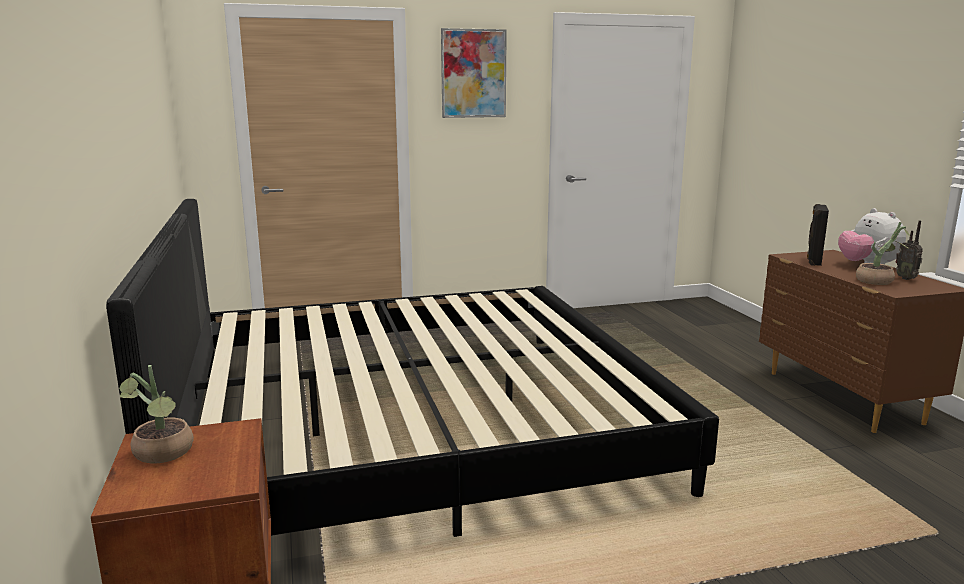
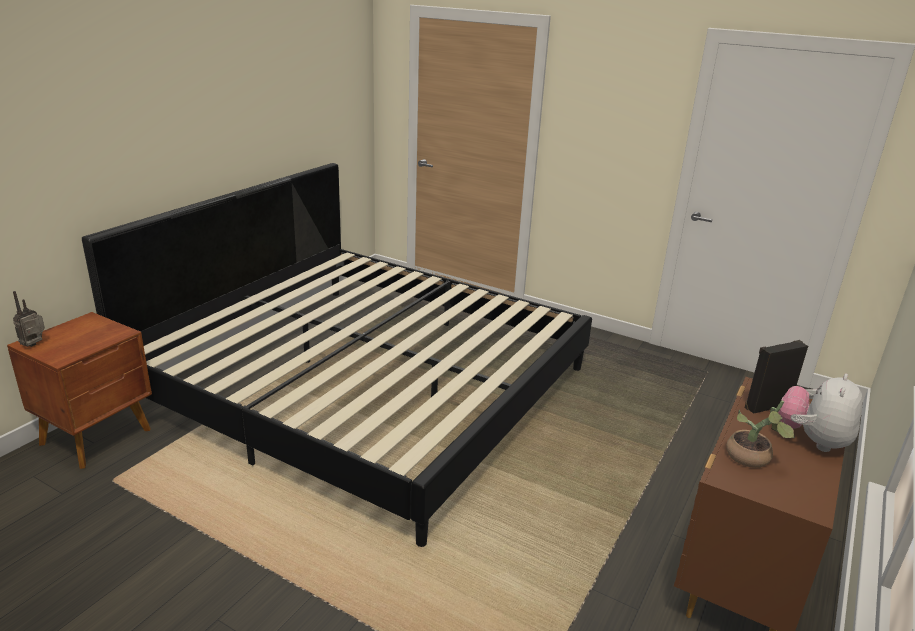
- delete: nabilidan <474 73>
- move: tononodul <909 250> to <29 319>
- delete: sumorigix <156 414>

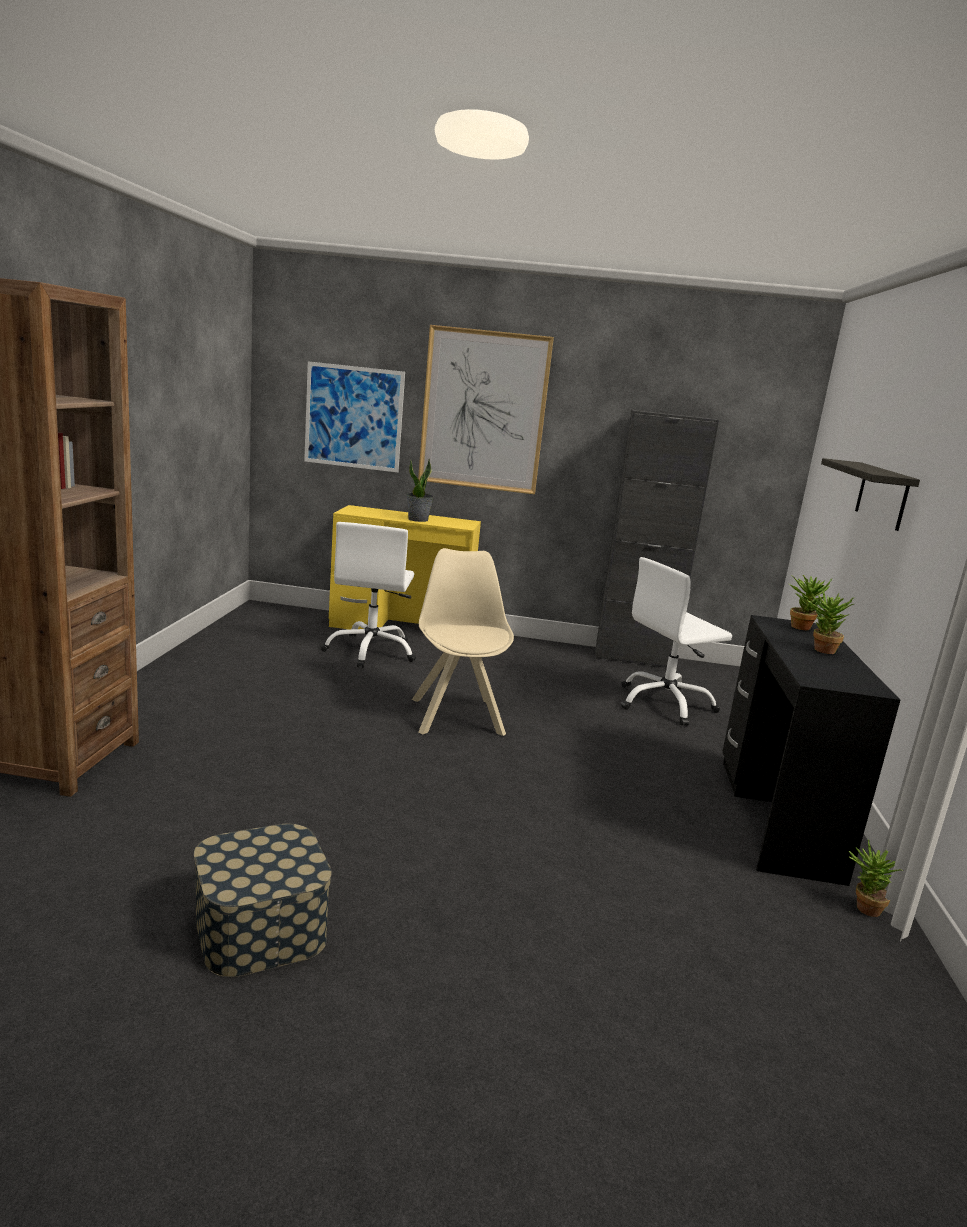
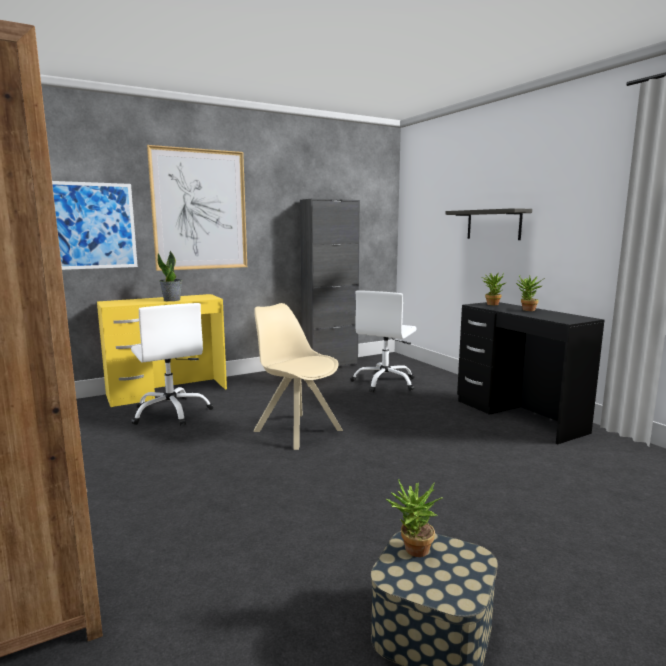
- move: sumorigix <876 878> to <414 518>

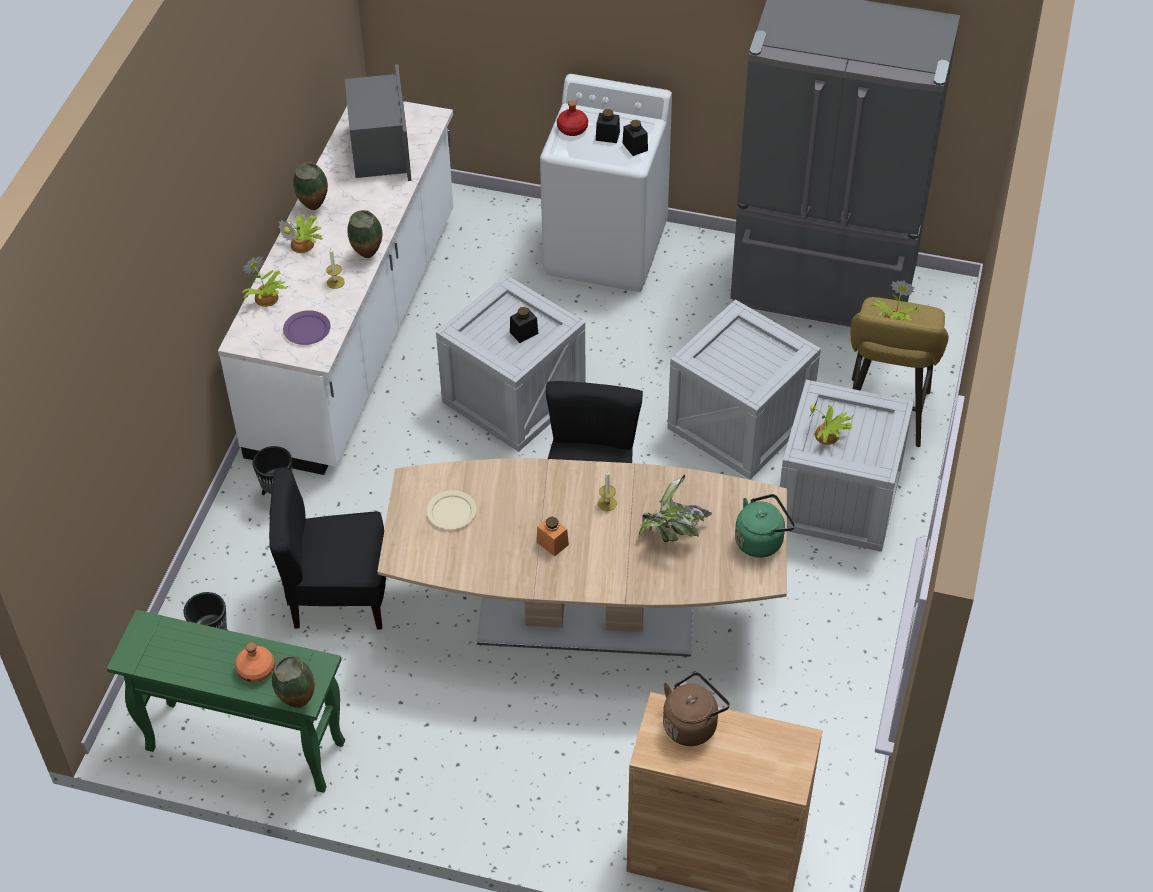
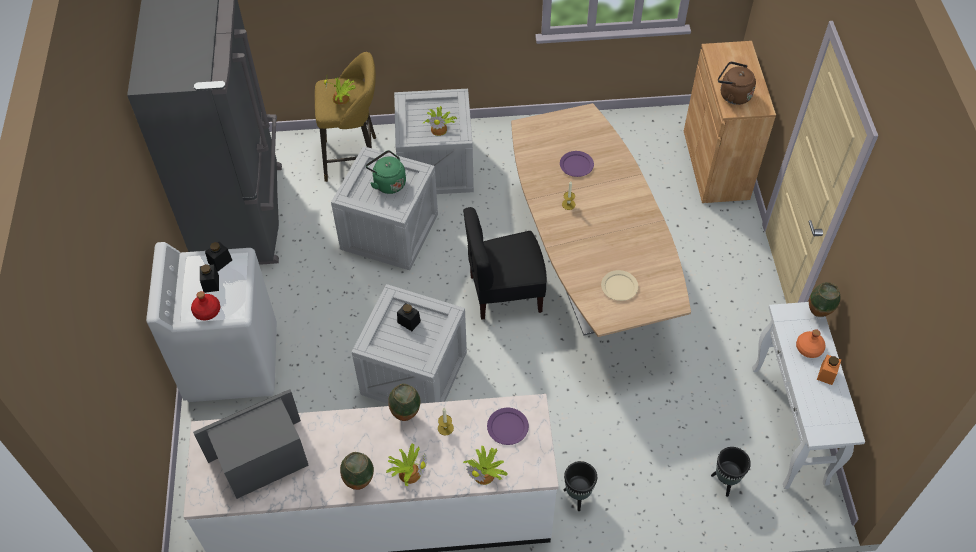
- delete: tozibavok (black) <327 548>
- replace: sumorigix <675 508> to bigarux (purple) <577 164>
- move: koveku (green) <765 526> to <386 172>
- move: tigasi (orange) <553 536> to <829 370>
- recolor: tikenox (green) <226 701> to tikenox (white) <808 395>

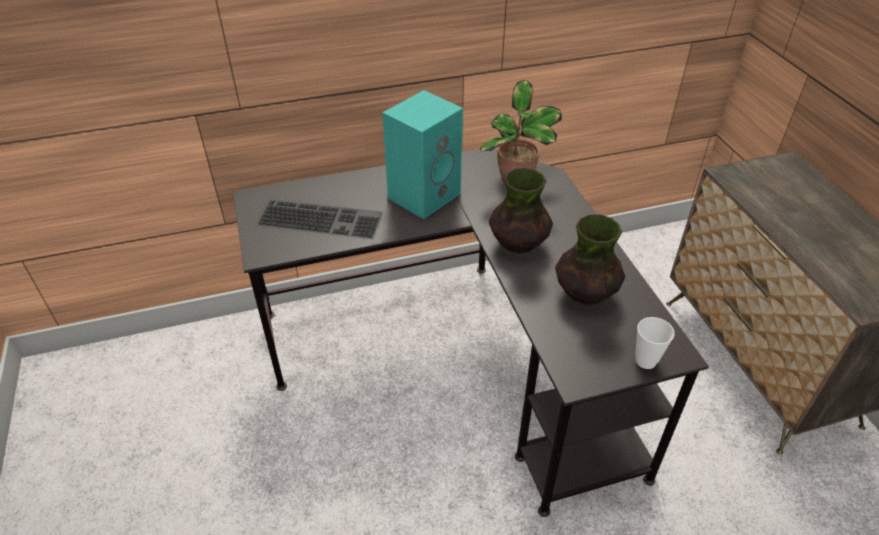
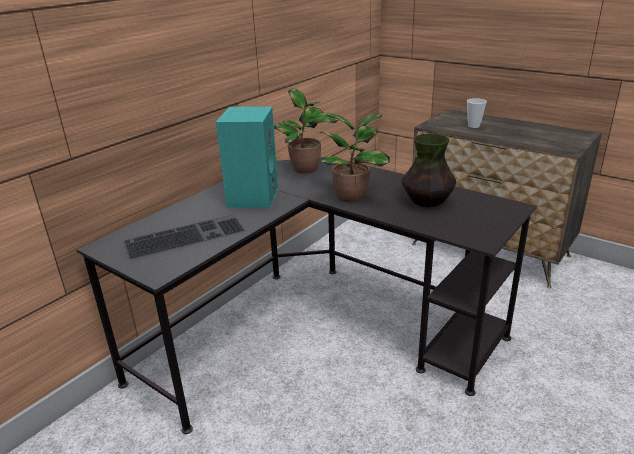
- replace: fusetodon <521 210> to sumorigix <354 158>
- move: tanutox <655 343> to <477 113>

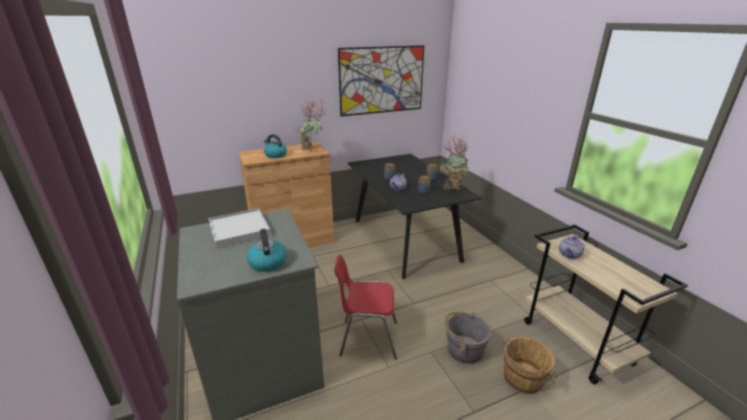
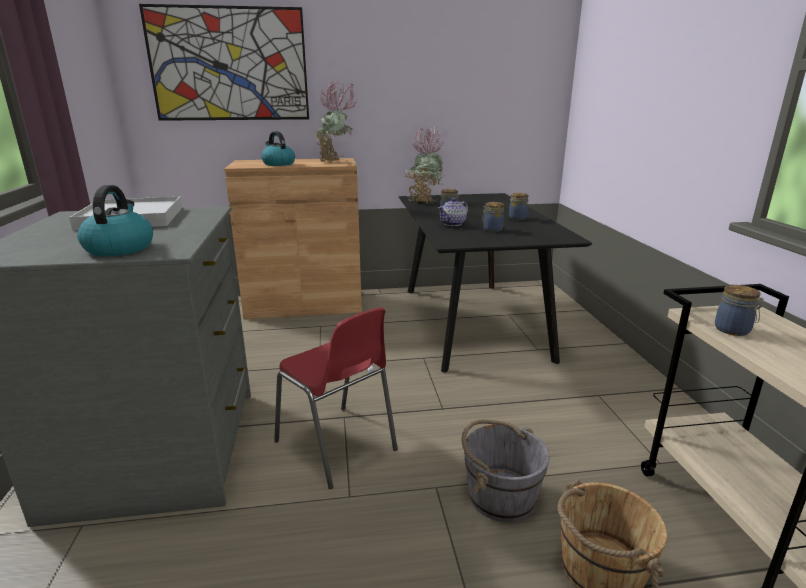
- move: nabilidan <381 81> to <224 62>
- move: sumorigix <454 163> to <425 165>
- replace: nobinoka <571 247> to tigasi <739 310>
- rotate: tozibavok (red) <365 307> = <336 398> 150 degrees counterclockwise

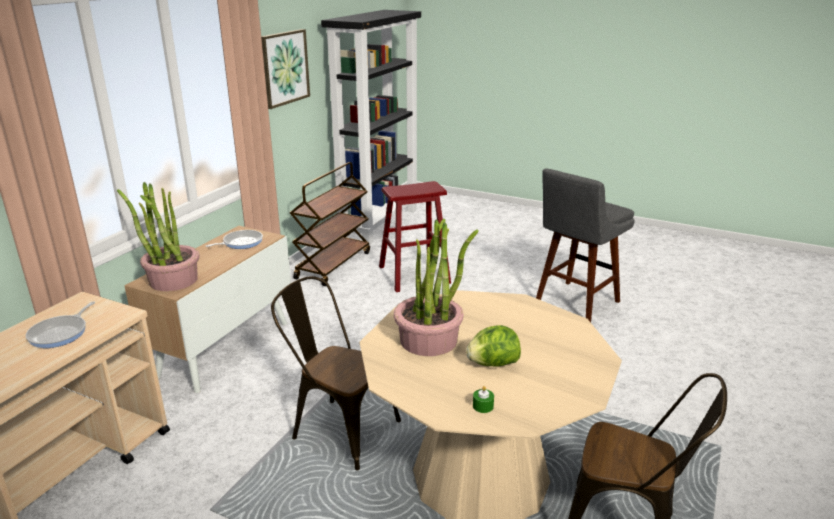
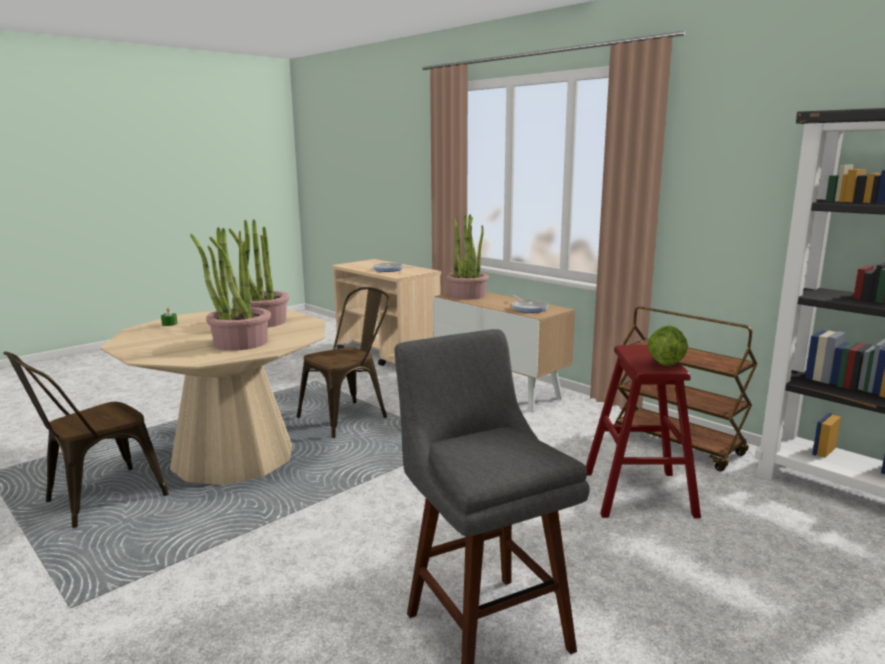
- delete: nabilidan <285 69>
- move: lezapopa <493 346> to <667 346>
- insert: sumorigix <230 289>

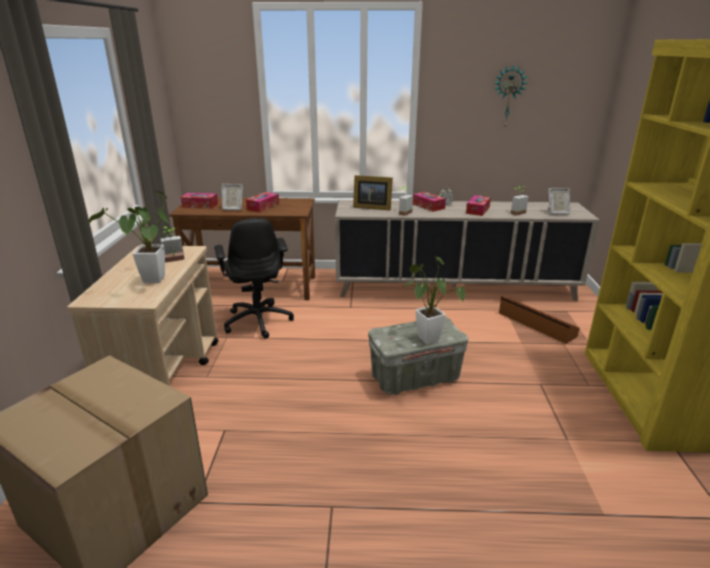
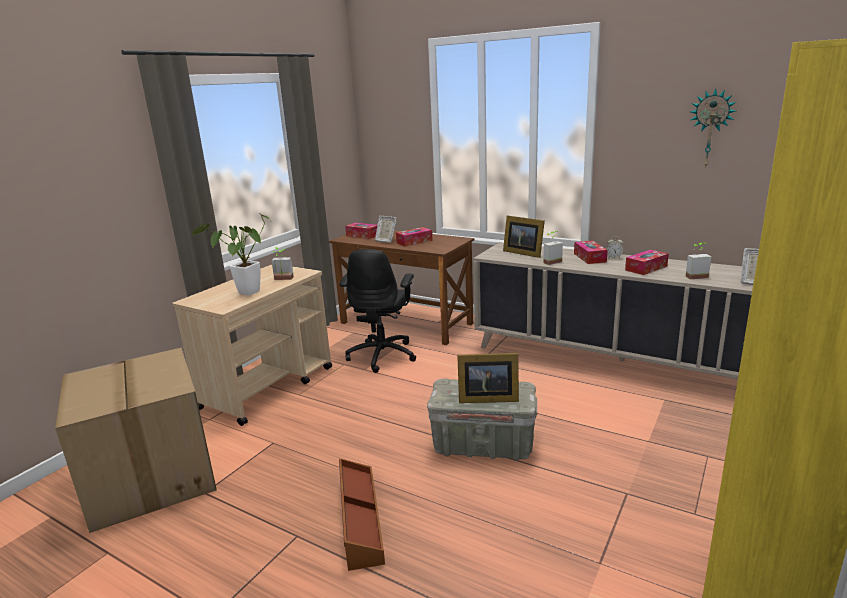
- replace: sumorigix <434 299> to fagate <488 378>
- move: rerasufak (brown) <539 320> to <362 514>

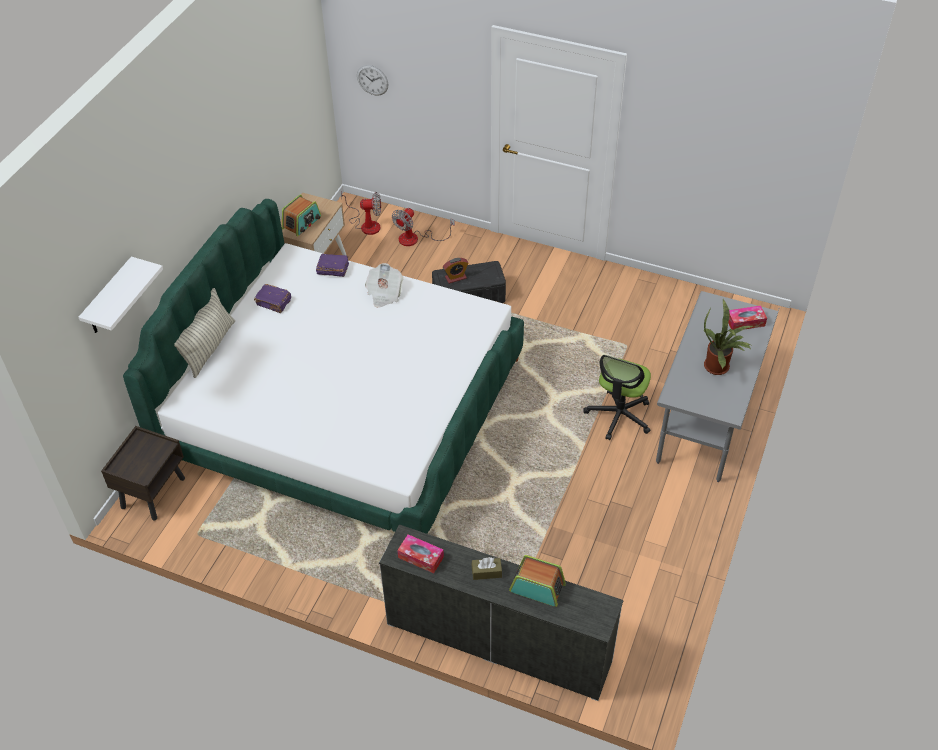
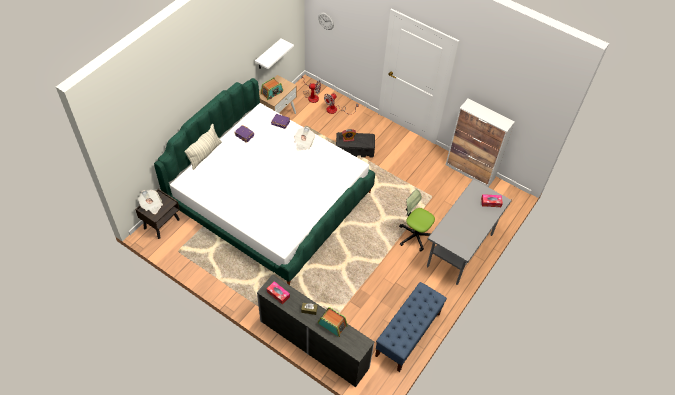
- move: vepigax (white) <121 295> to <274 53>
- delete: sumorigix <728 337>
- rotate: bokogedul <617 397> = <417 220> 90 degrees clockwise
- insert: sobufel <480 143>
- insert: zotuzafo <150 202>
- insert: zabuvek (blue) <411 327>

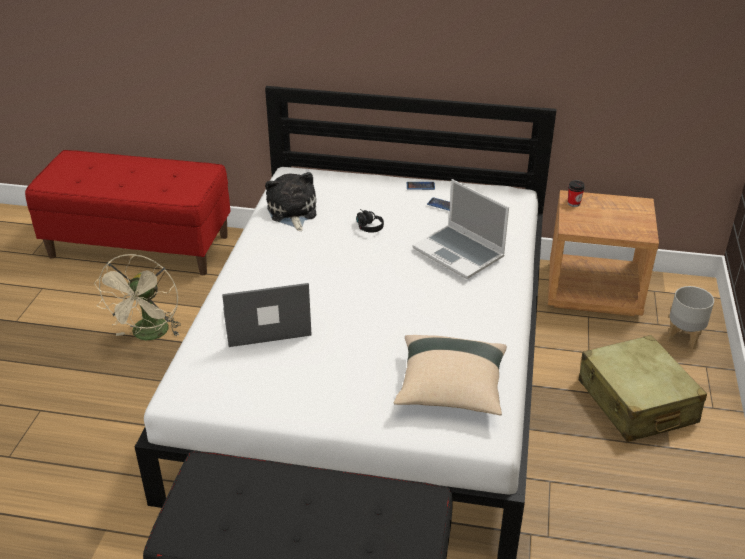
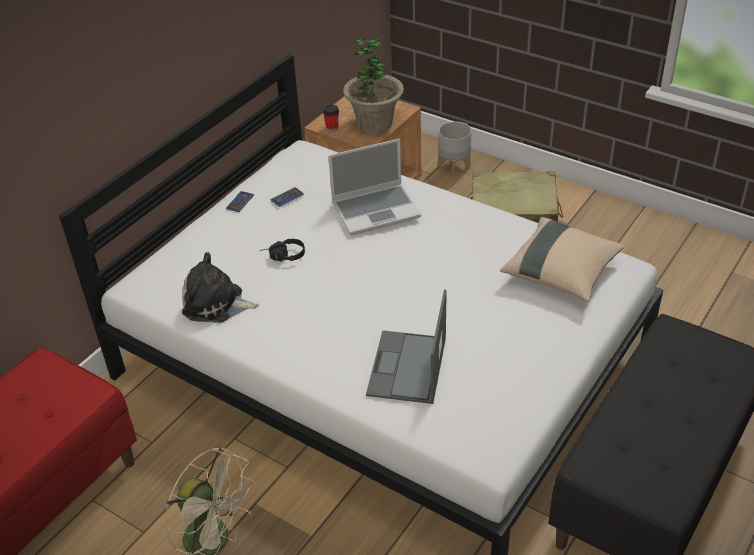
- insert: sumorigix <373 85>

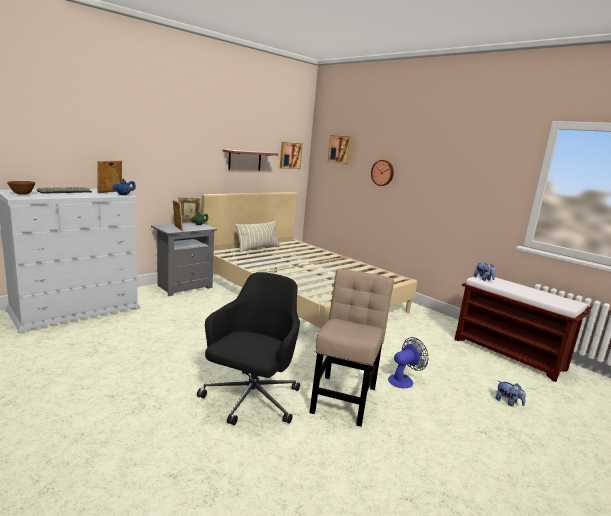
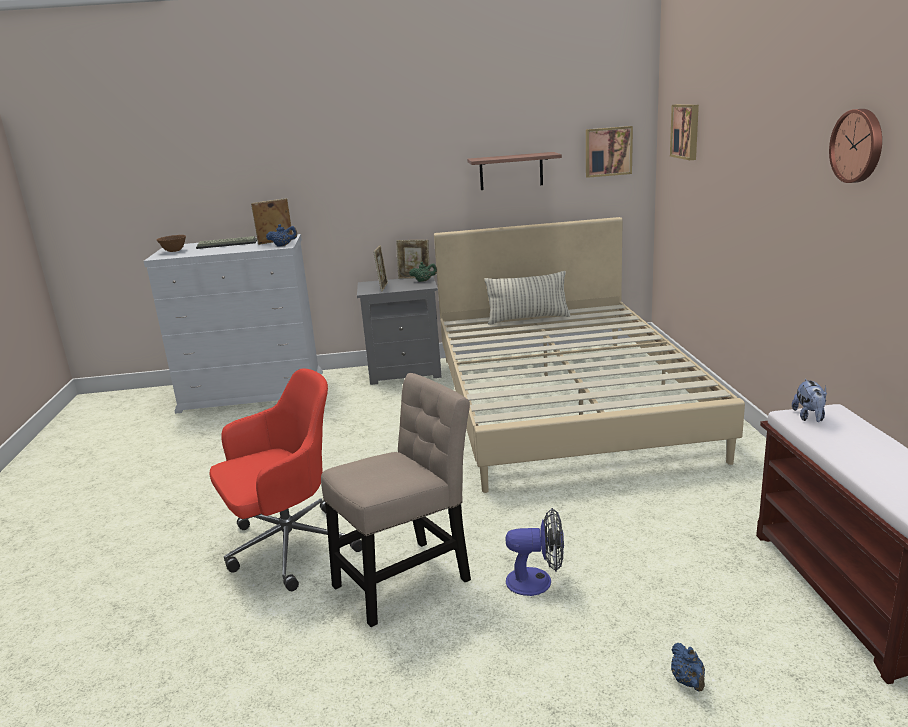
- move: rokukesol <382 173> to <855 146>
- recolor: bokogedul (black) <248 348> to bokogedul (red) <285 479>
- replace: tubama <510 394> to nobinoka (blue) <688 667>

